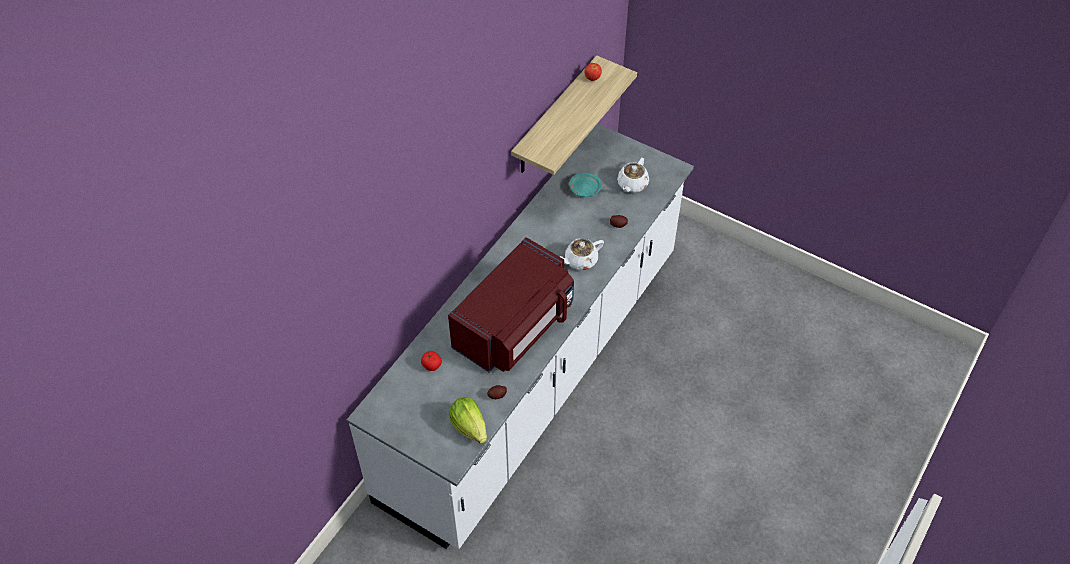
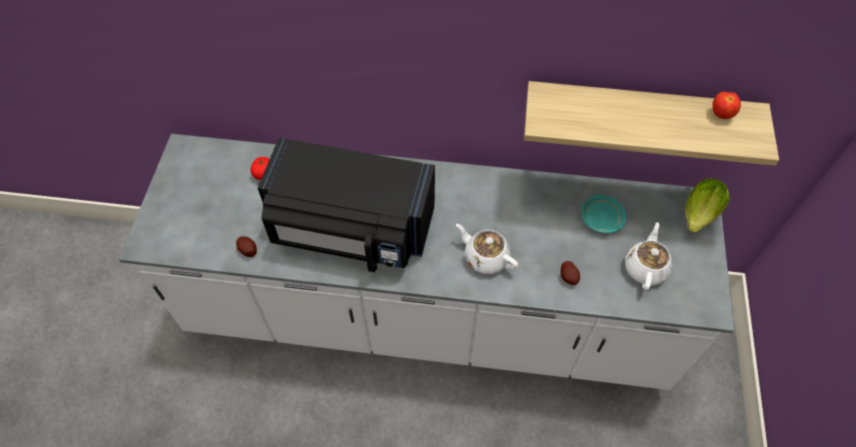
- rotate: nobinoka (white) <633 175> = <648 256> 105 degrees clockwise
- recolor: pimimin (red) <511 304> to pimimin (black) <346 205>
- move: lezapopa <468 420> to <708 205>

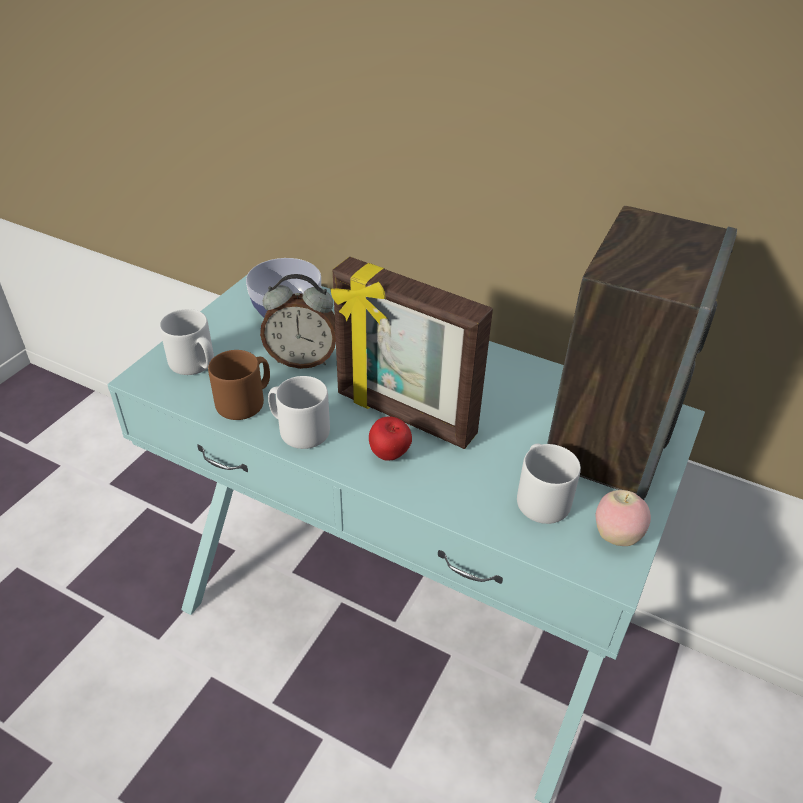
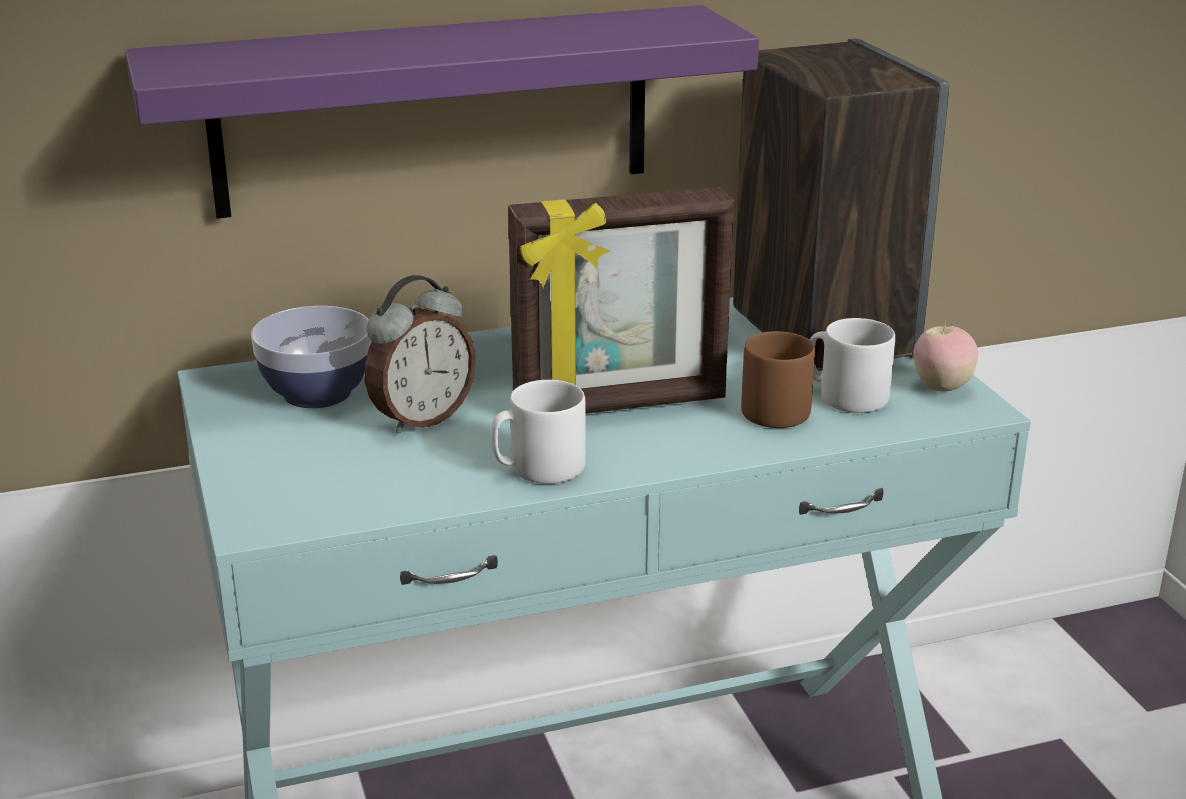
- delete: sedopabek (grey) <187 342>
- move: sedopabek (brown) <239 385> to <778 379>
- delete: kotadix <390 438>
- insert: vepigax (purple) <442 112>

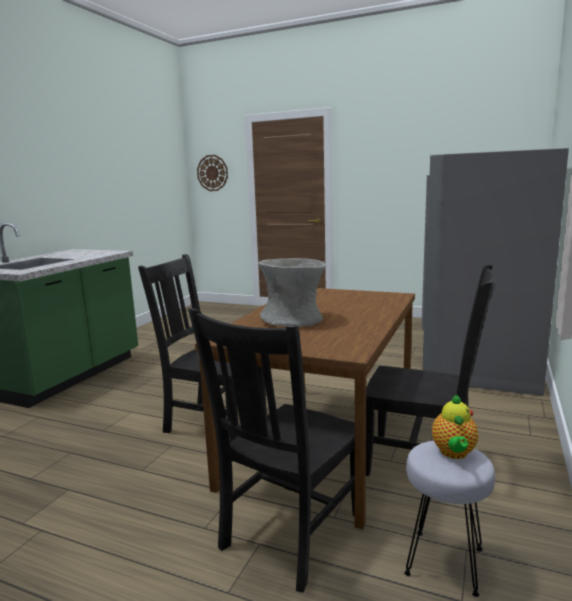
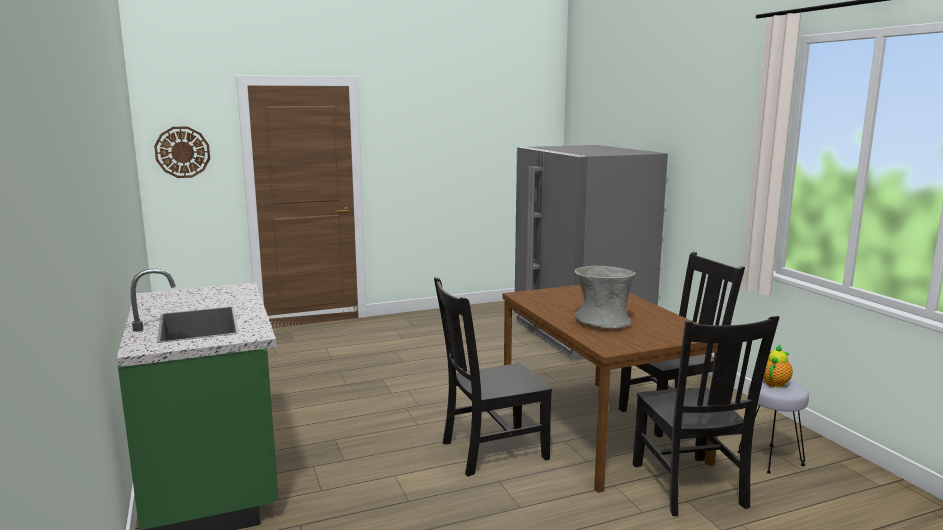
- rotate: nobinoka <455 426> = <778 366> 105 degrees counterclockwise

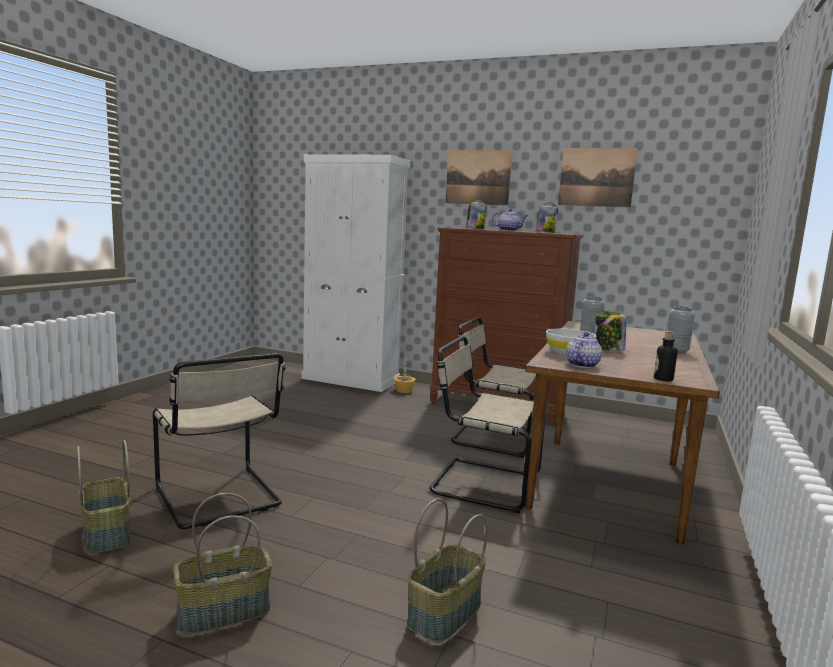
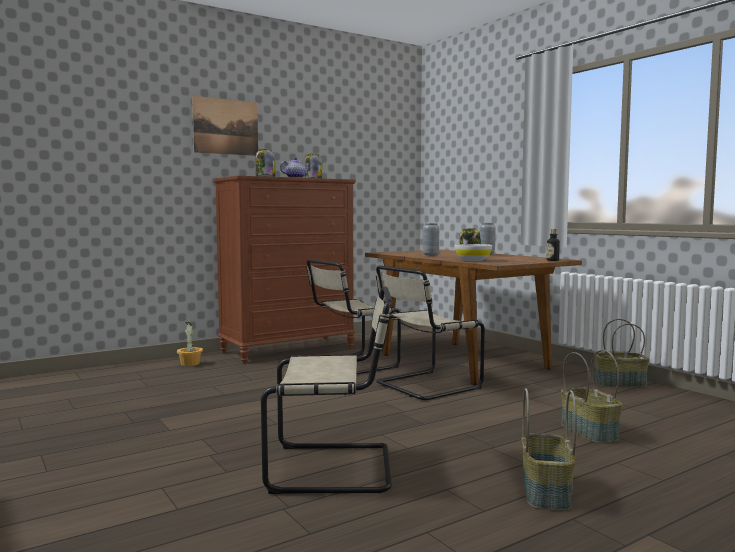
- delete: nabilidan <598 178>
- delete: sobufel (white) <356 273>
- delete: nobinoka <584 350>
- move: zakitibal <104 496> to <622 353>

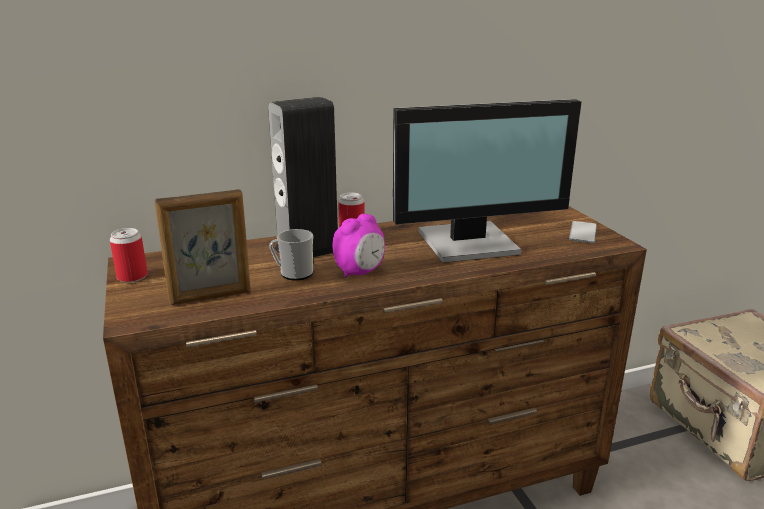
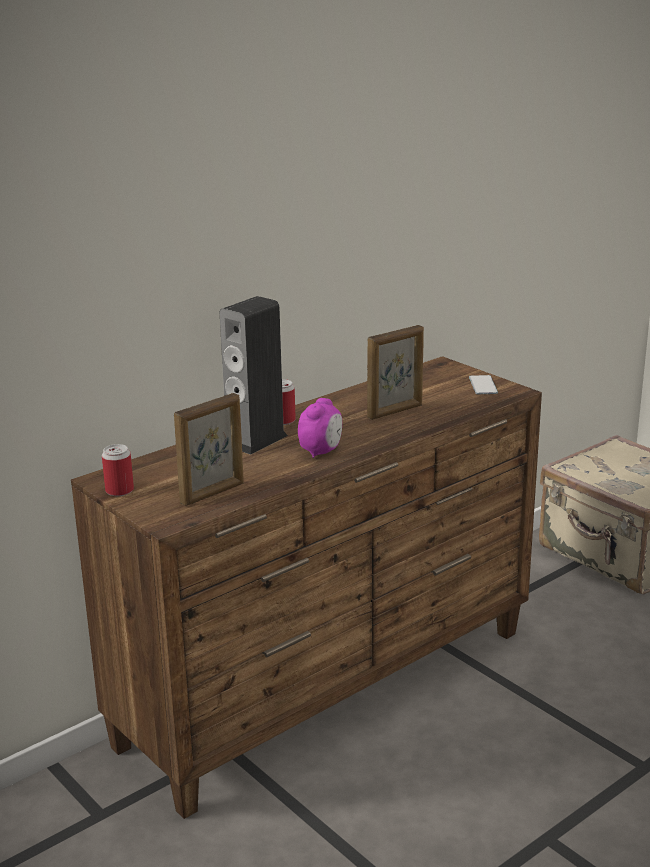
- replace: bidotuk <487 181> to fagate <395 372>
- delete: sedopabek <291 255>

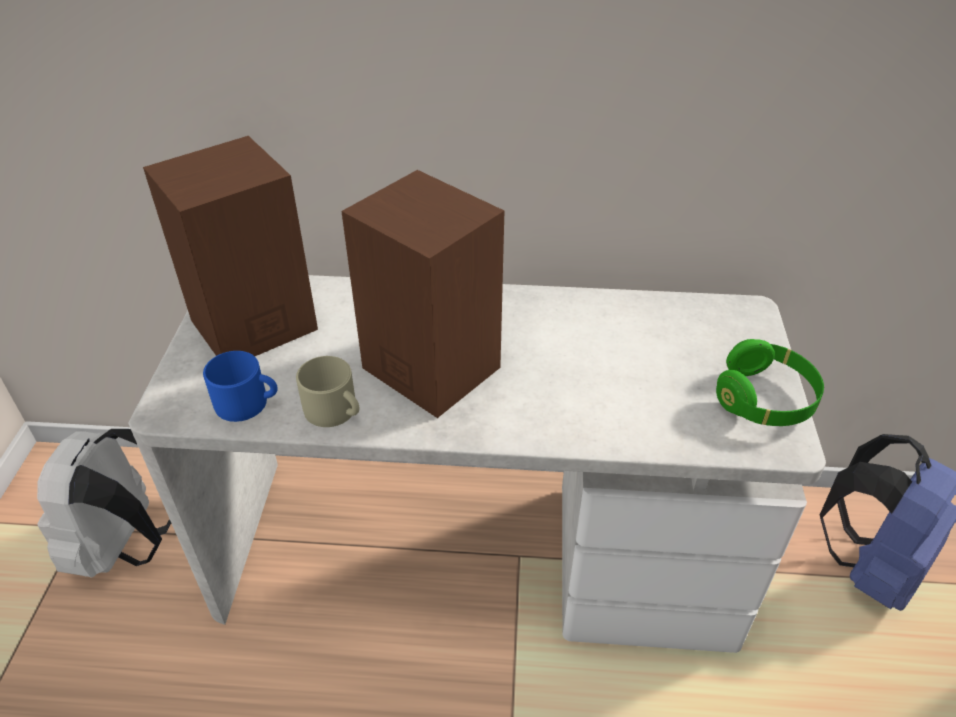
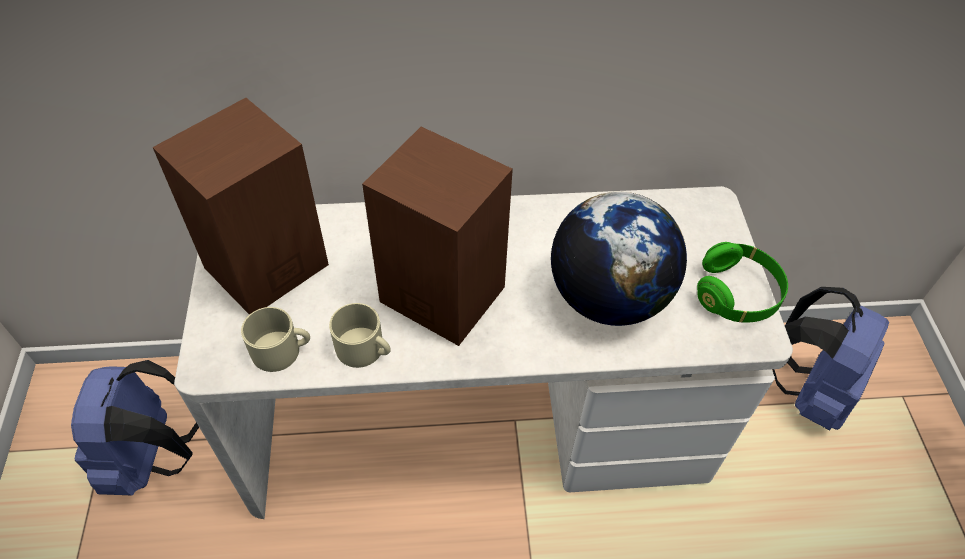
- recolor: sedopabek (blue) <240 386> to sedopabek (beige) <275 339>
- recolor: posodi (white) <104 503> to posodi (blue) <135 427>
- insert: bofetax <619 259>

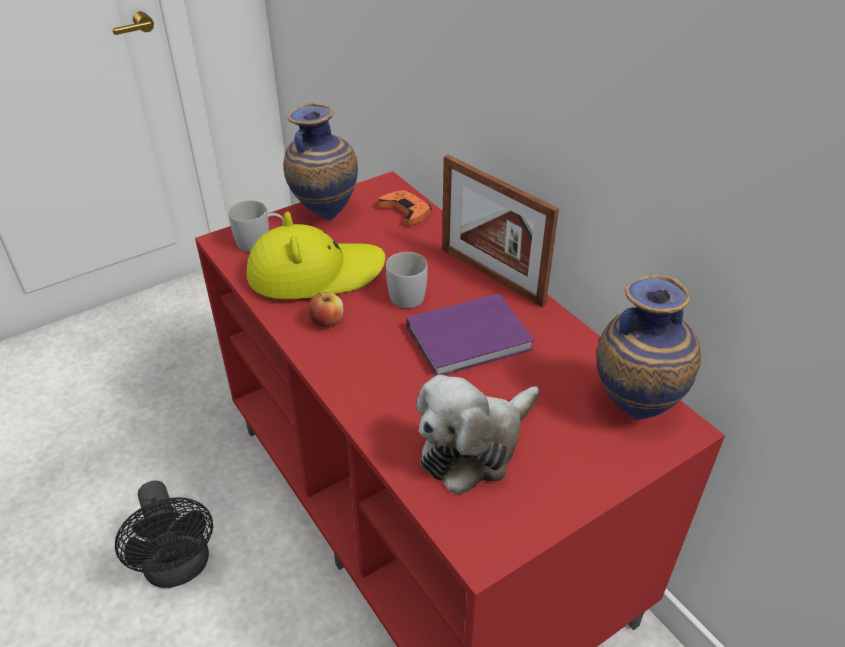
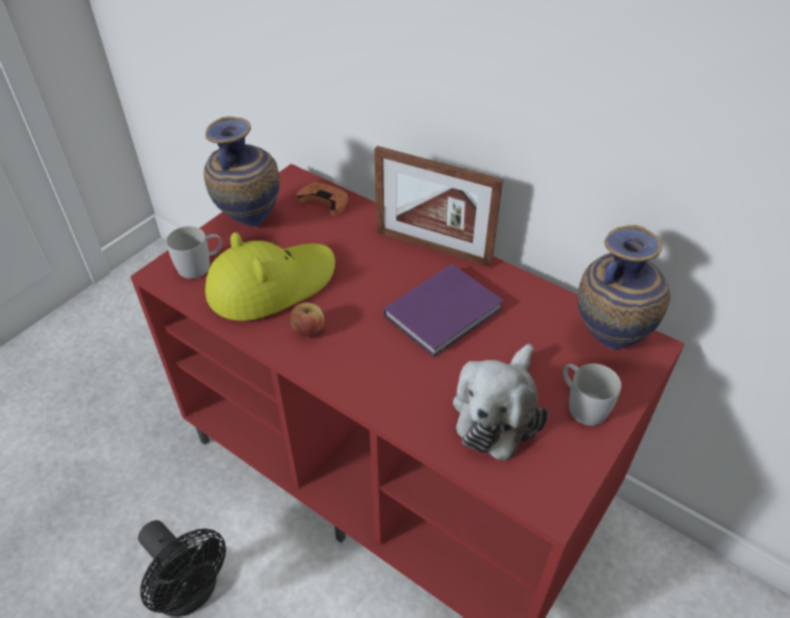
- move: sedopabek (white) <407 280> to <592 395>

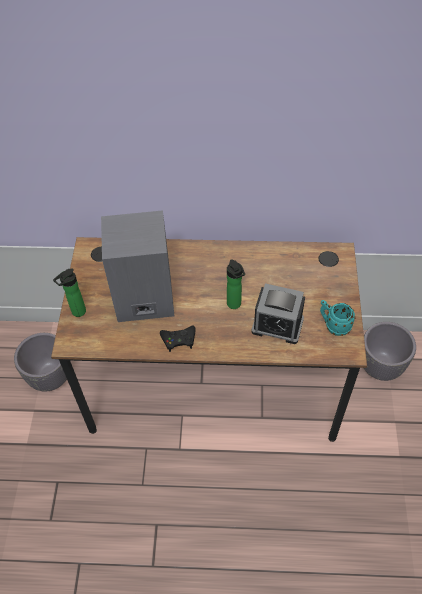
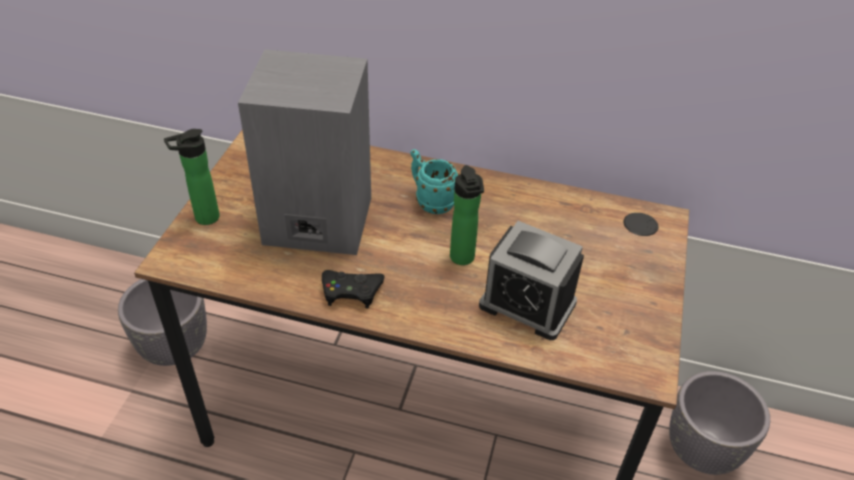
- move: sedopabek (turquoise) <338 318> to <435 181>

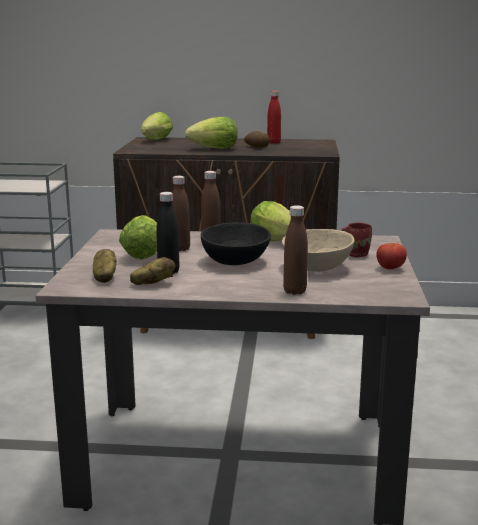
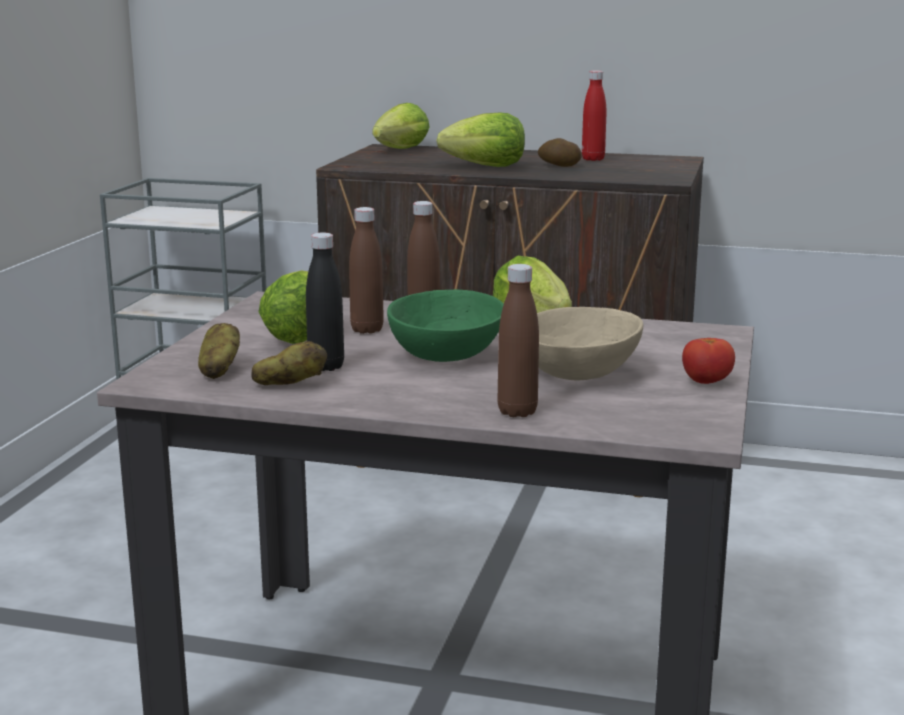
- recolor: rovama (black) <236 243> to rovama (green) <445 325>
- delete: sedopabek (red) <356 240>

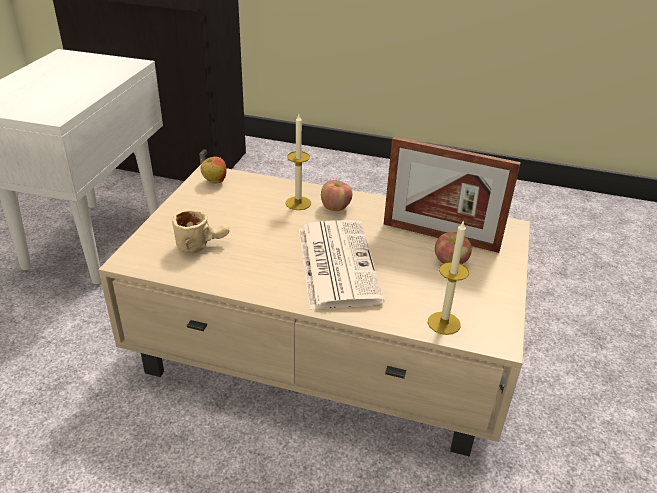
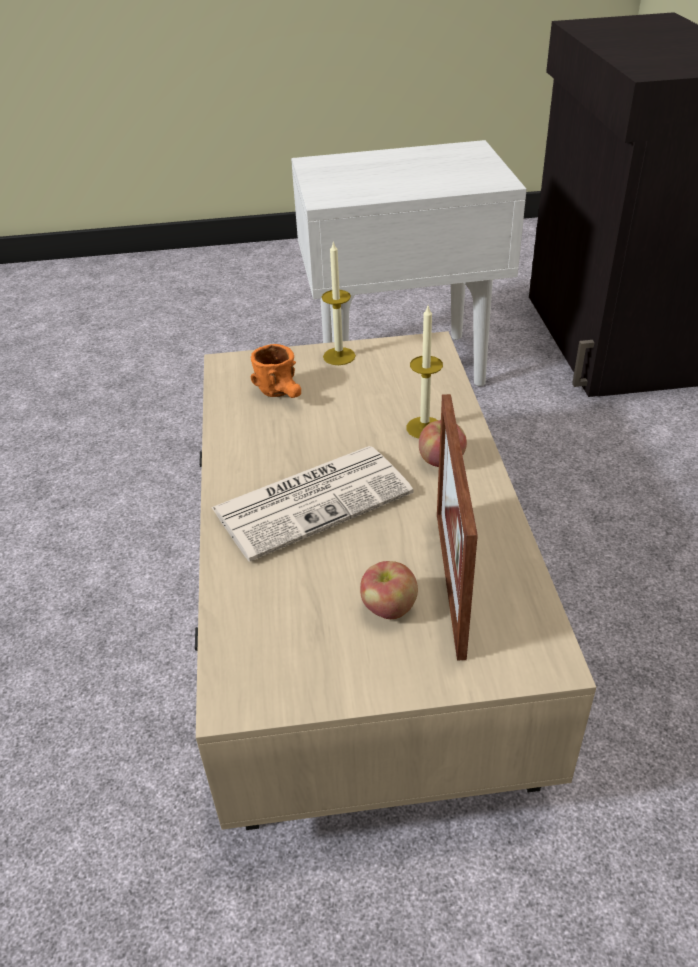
- delete: kotadix <214 170>
- recolor: sedopabek (beige) <201 231> to sedopabek (orange) <275 371>
- move: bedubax <448 277> to <339 303>

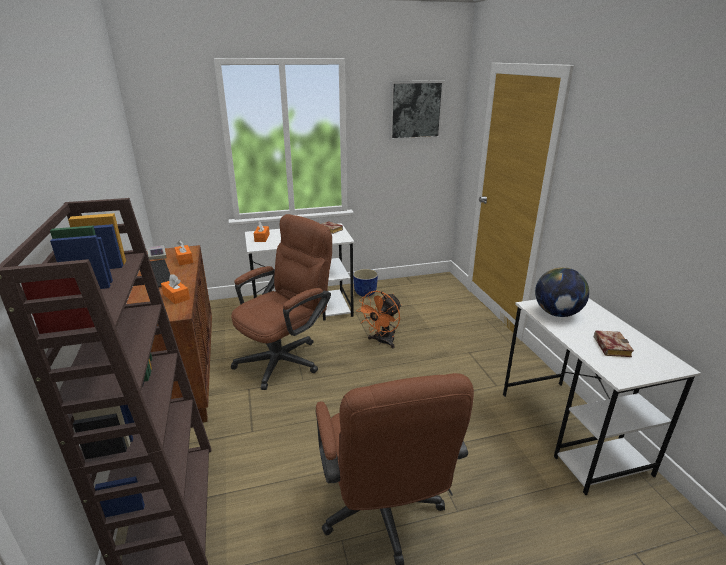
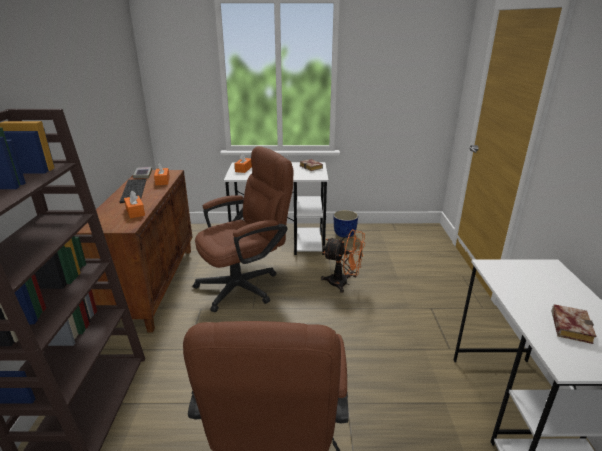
- delete: nabilidan <416 110>
- delete: bofetax <562 292>
- rotate: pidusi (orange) <379 319> = <343 261> 120 degrees counterclockwise

